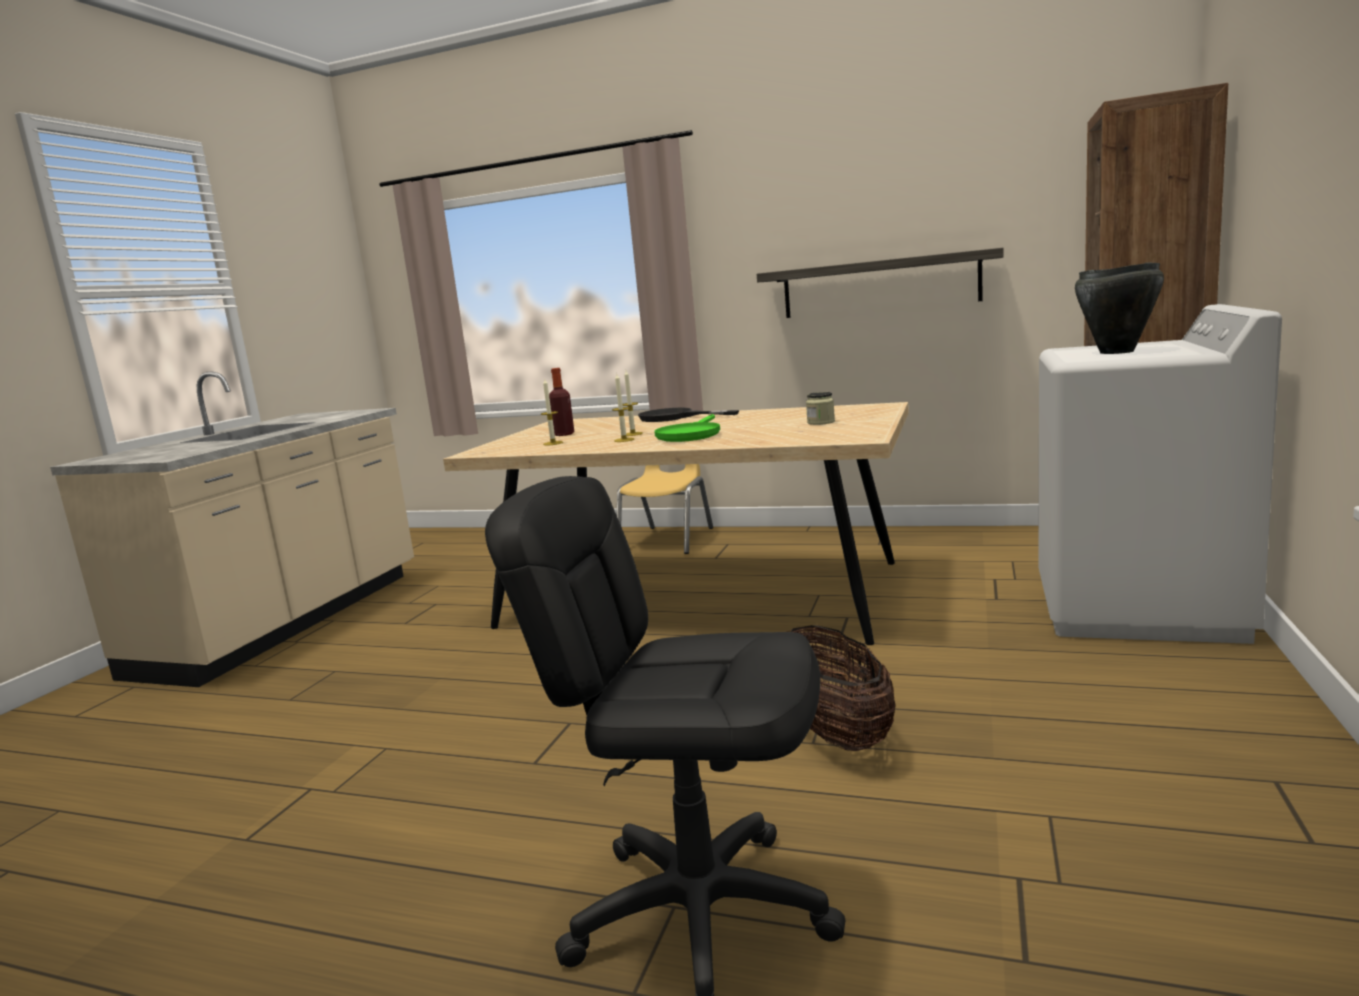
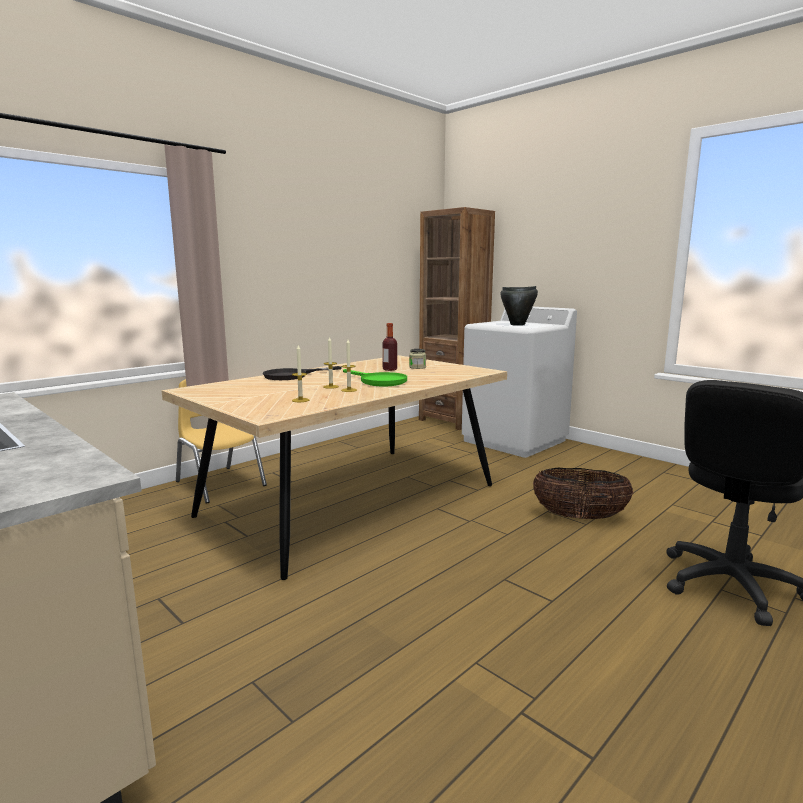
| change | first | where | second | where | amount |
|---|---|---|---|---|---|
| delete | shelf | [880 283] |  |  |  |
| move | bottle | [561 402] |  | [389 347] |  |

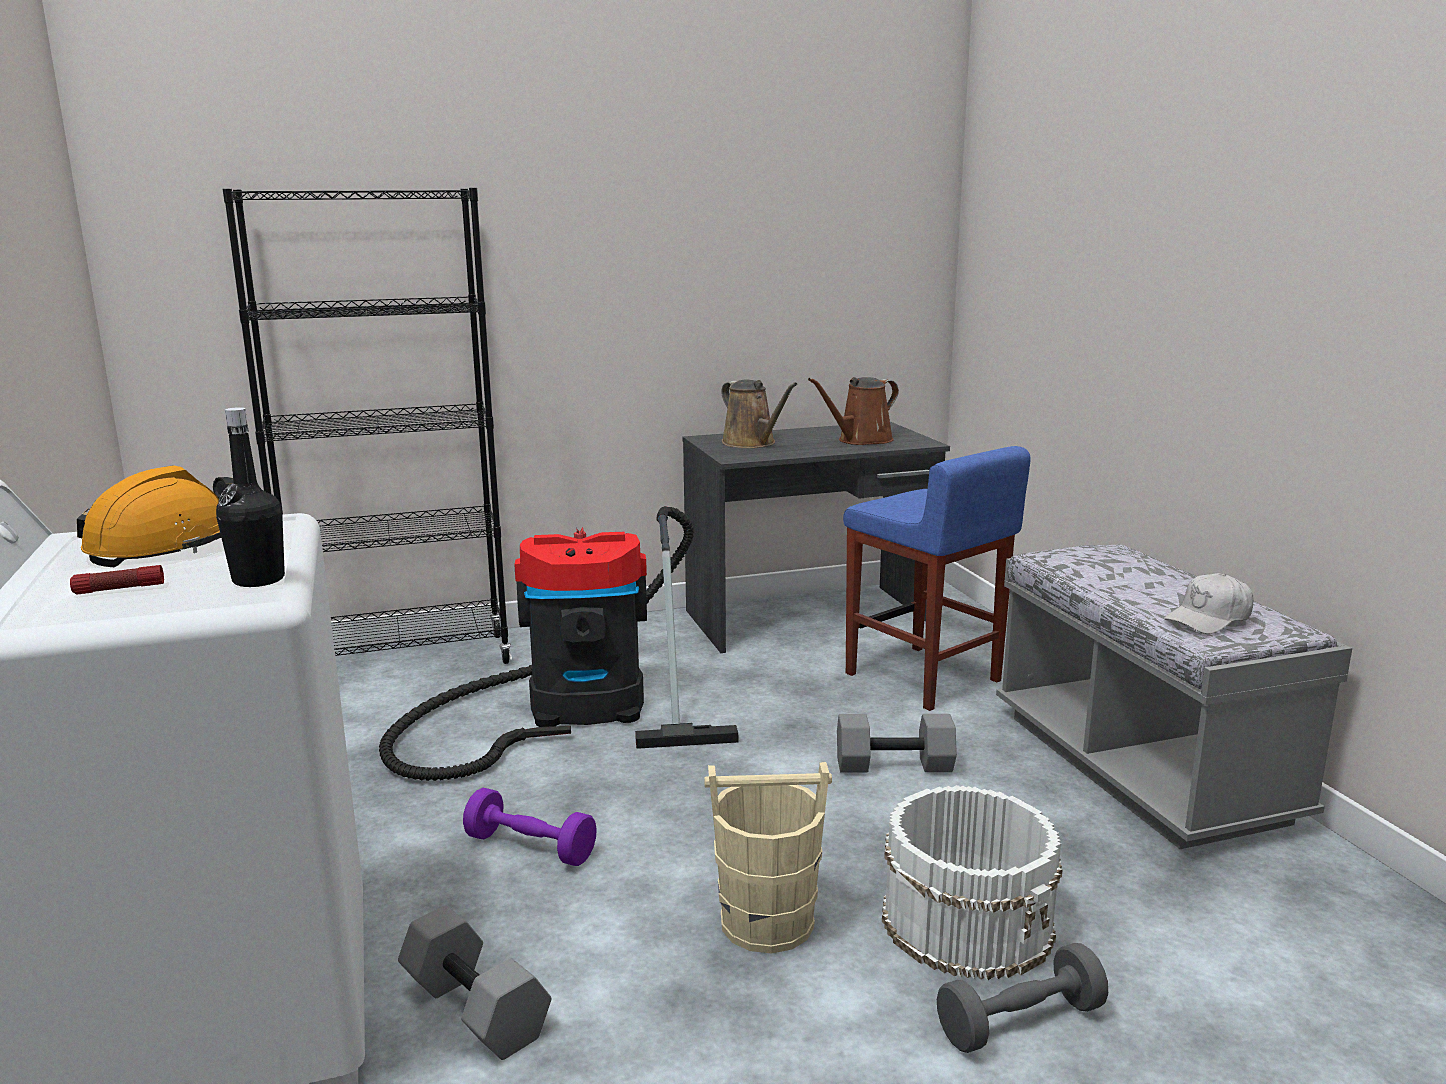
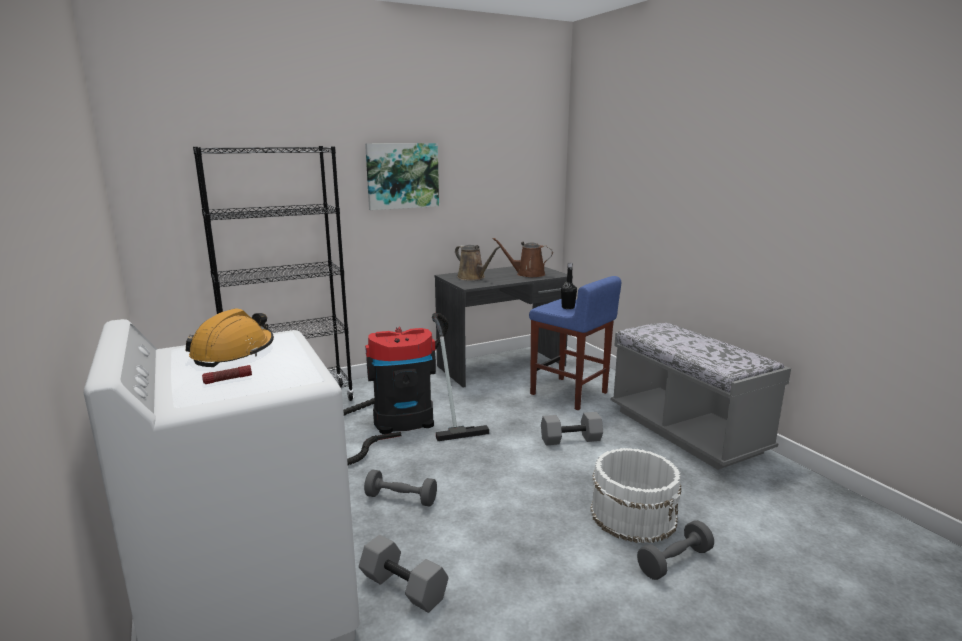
| change | first | where | second | where | amount |
|---|---|---|---|---|---|
| delete | beige bucket | [768 857] |  |  |  |
| delete | white cap | [1208 603] |  |  |  |
| insert |  |  | picture | [402 176] |  |
| move | black bottle | [250 497] |  | [569 286] |  |
| recolor | purple dumbbell | [530 827] | grey dumbbell | [400 487] |  |
| rotate | brown watering can | [853 411] |  | [522 257] | 60 degrees clockwise |

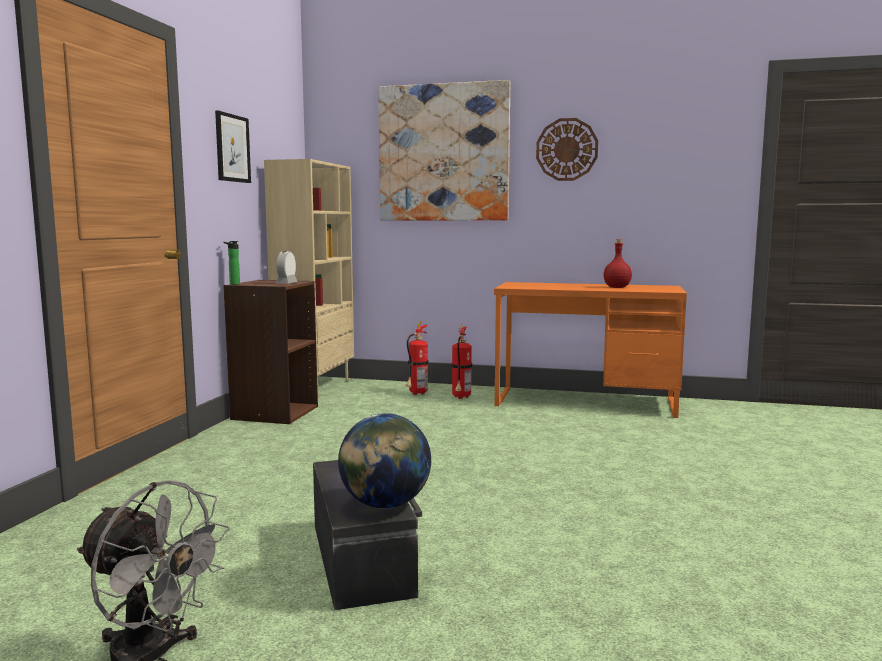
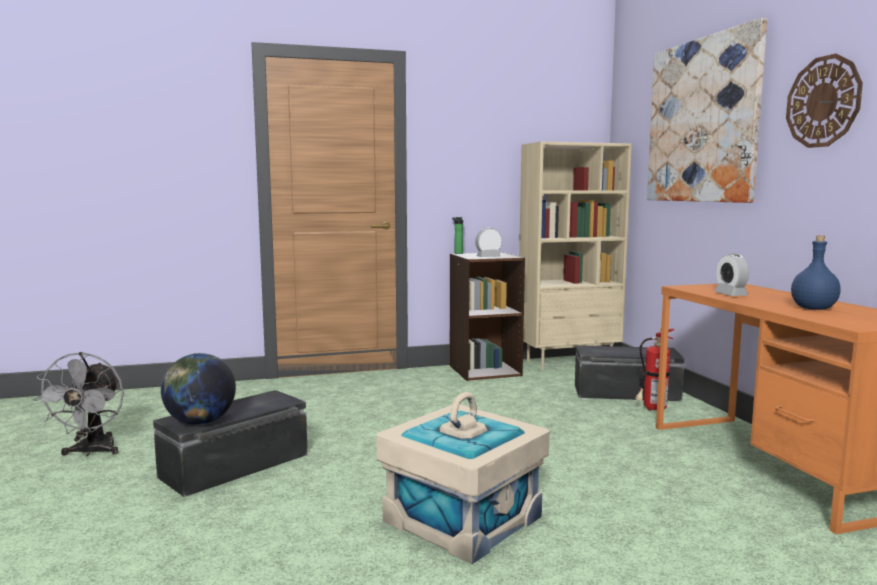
| change | first | where | second | where | amount |
|---|---|---|---|---|---|
| delete | picture | [233 147] |  |  |  |
| insert |  |  | beige storage box | [462 478] |  |
| insert |  |  | alarm clock | [731 275] |  |
| replace | fire extinguisher | [417 358] | black storage box | [630 373] |  |
| recolor | red bottle | [618 263] | blue bottle | [816 272] |  |

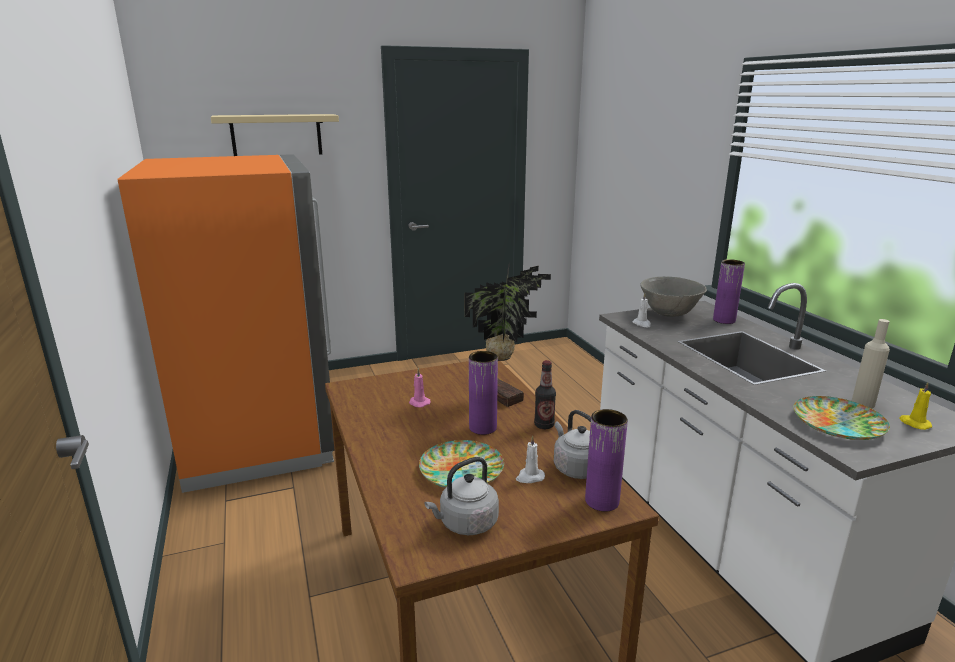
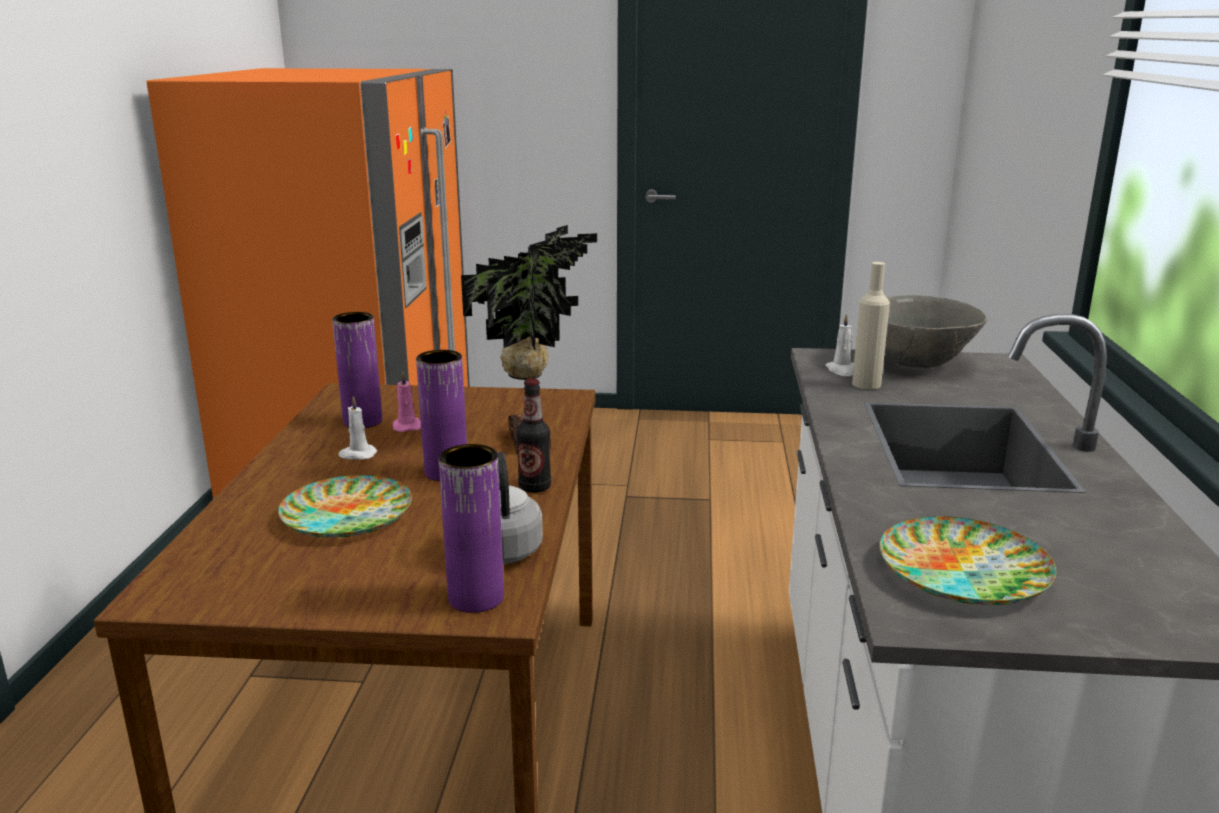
| change | first | where | second | where | amount |
|---|---|---|---|---|---|
| delete | beige shelf | [275 135] |  |  |  |
| delete | grey kettle | [462 496] |  |  |  |
| delete | yellow candle | [916 406] |  |  |  |
| move | white candle | [530 459] |  | [358 428] |  |
| move | purple vase | [729 291] |  | [357 370] |  |
| move | beige bottle | [871 364] |  | [871 325] |  |

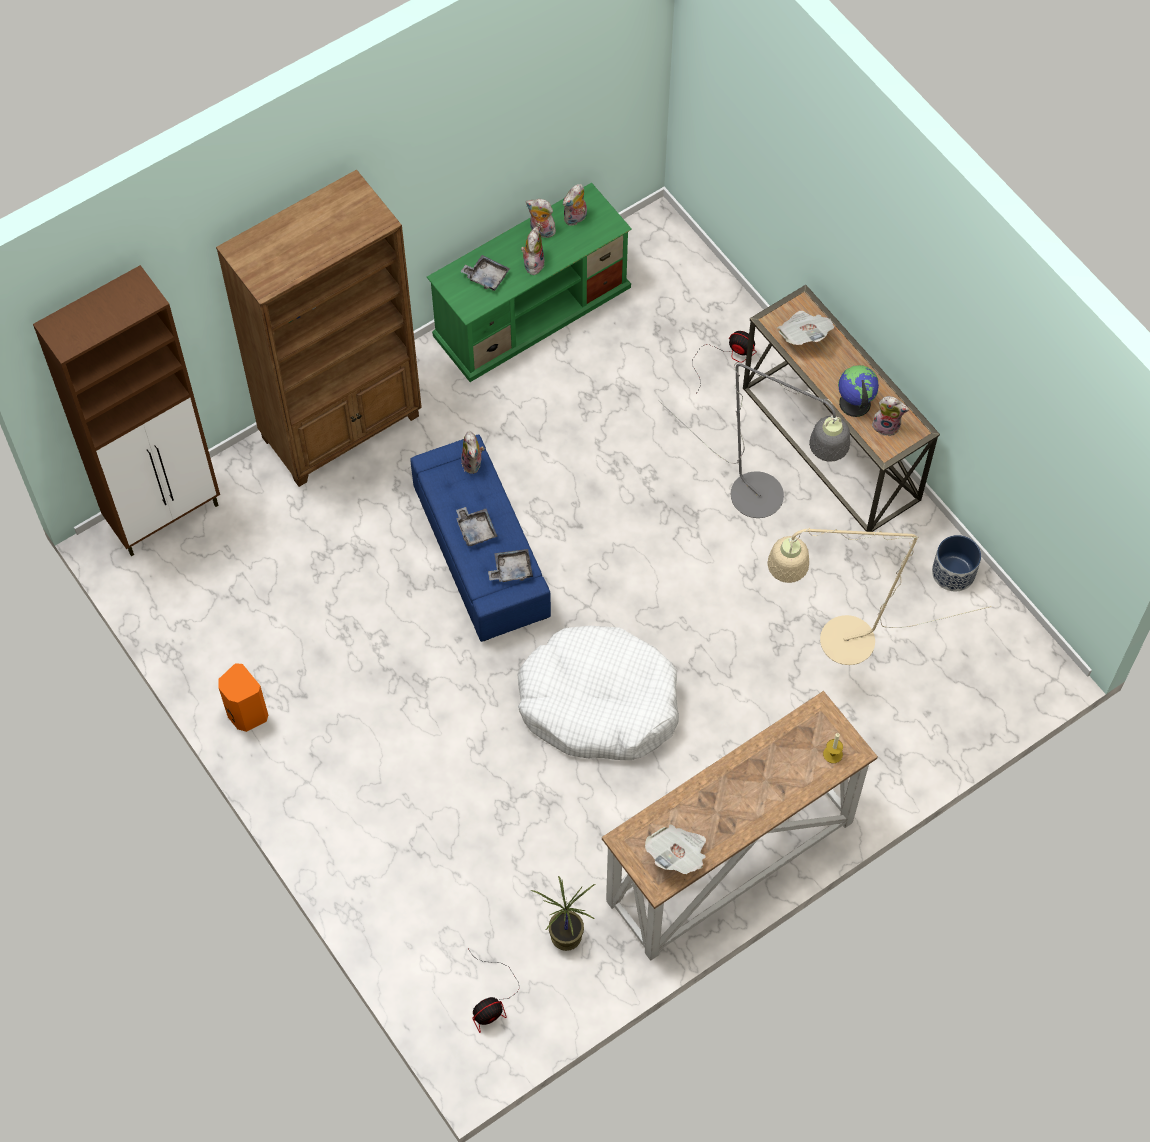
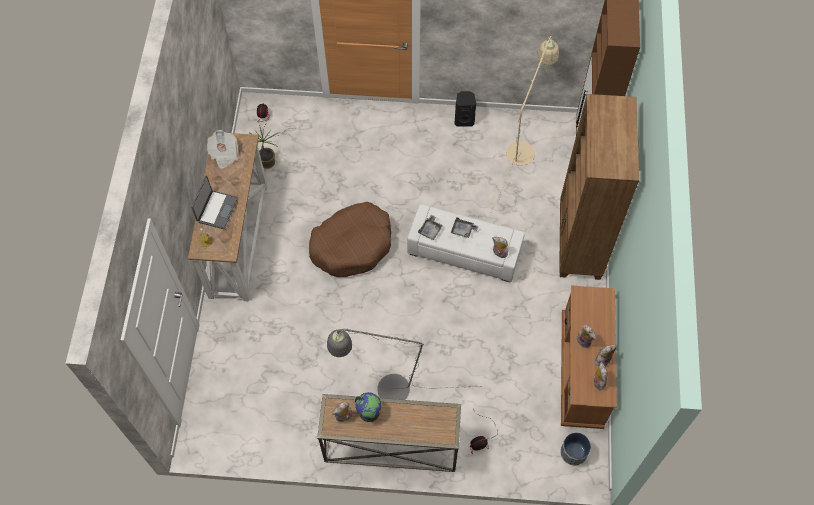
| change | first | where | second | where | amount |
|---|---|---|---|---|---|
| delete | grey tray | [485 273] |  |  |  |
| delete | newspaper | [805 327] |  |  |  |
| insert |  |  | laptop | [214 202] |  |
| move | beige floor lamp | [879 596] |  | [524 126] |  |
| move | planter | [956 563] |  | [575 449] |  |
| recolor | orange speaker | [243 698] | black speaker | [465 109] |  |
| recolor | blue ottoman | [480 538] | white ottoman | [466 243] |  |
| recolor | green tv stand | [529 282] | brown tv stand | [589 357] |  |
| recolor | white dog bed | [598 693] | brown dog bed | [350 239] |  |

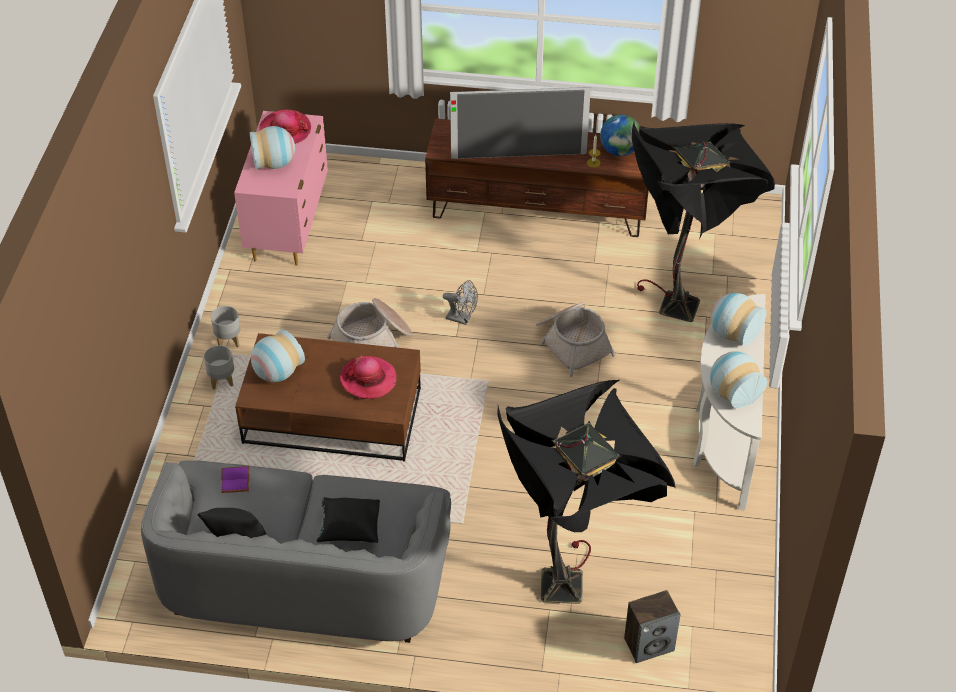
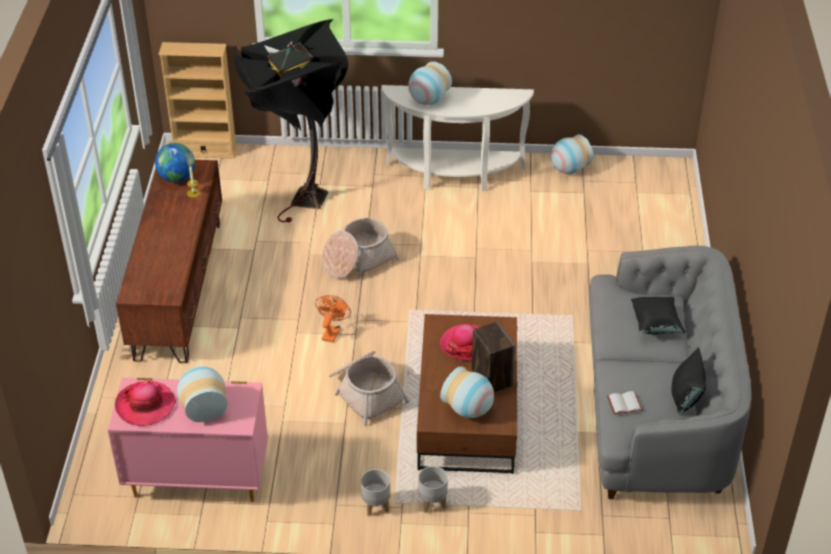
| change | first | where | second | where | amount |
|---|---|---|---|---|---|
| delete | television | [520 123] |  |  |  |
| delete | black floor lamp | [587 492] |  |  |  |
| insert |  |  | beige bookcase | [197 100] |  |
| move | speaker | [652 626] |  | [493 357] |  |
| move | vase | [738 379] |  | [572 154] |  |
| recolor | purple book | [235 479] | white book | [625 403] |  |
| recolor | grey fan | [460 302] | orange fan | [333 319] |  |

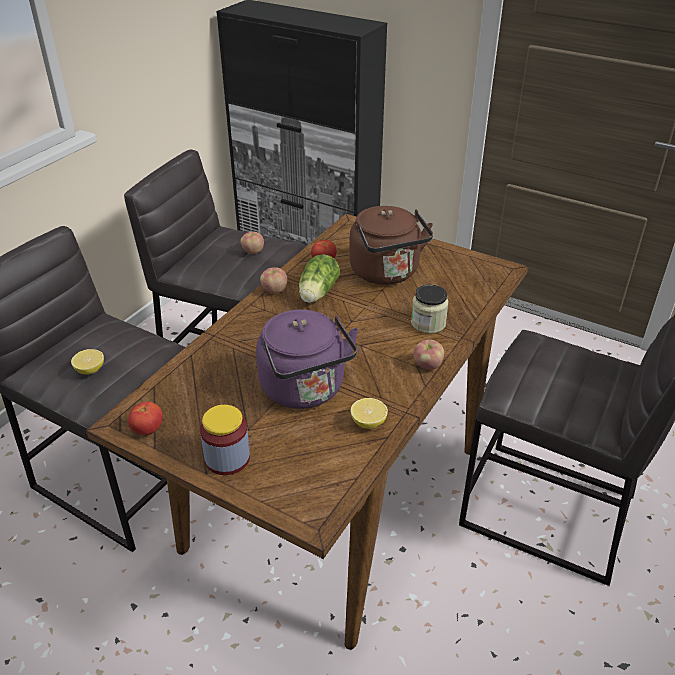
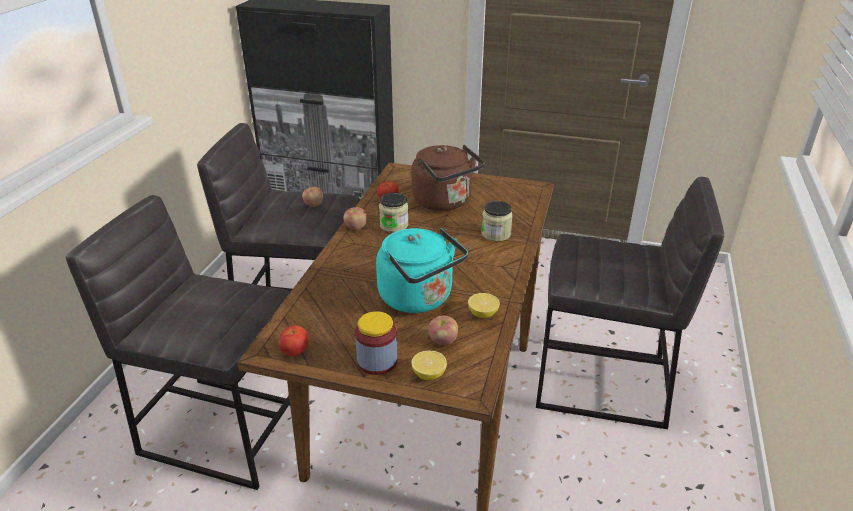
| change | first | where | second | where | amount |
|---|---|---|---|---|---|
| move | lemon | [87 362] |  | [429 365] |  |
| move | apple | [429 355] |  | [443 330] |  |
| replace | lettuce | [319 278] | jar | [393 212] |  |
| recolor | purple kettle | [307 359] | turquoise kettle | [422 270] |  |

